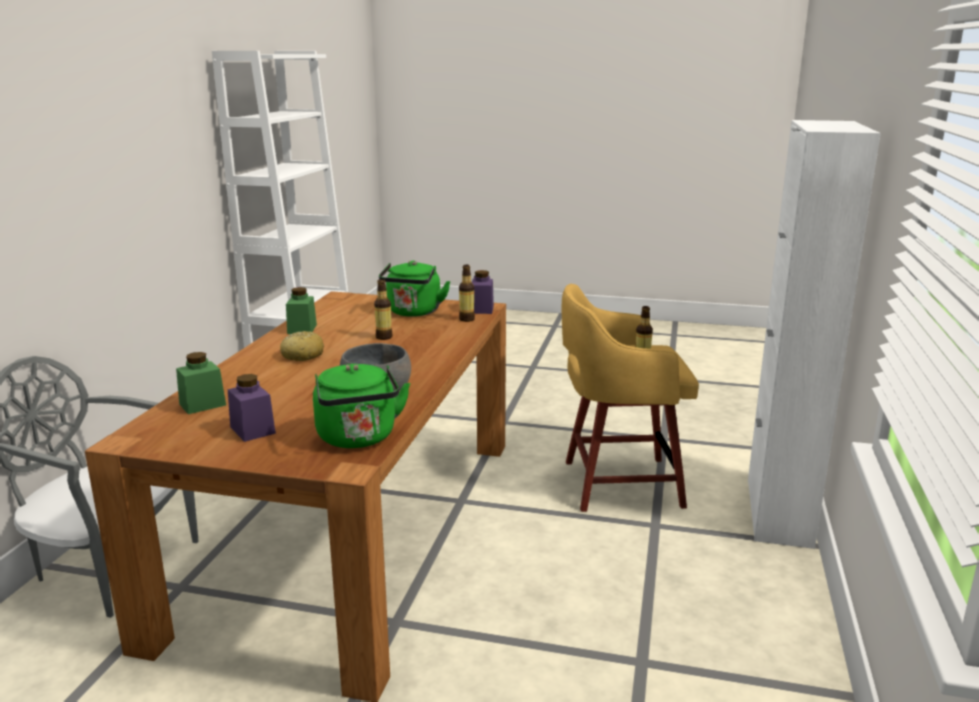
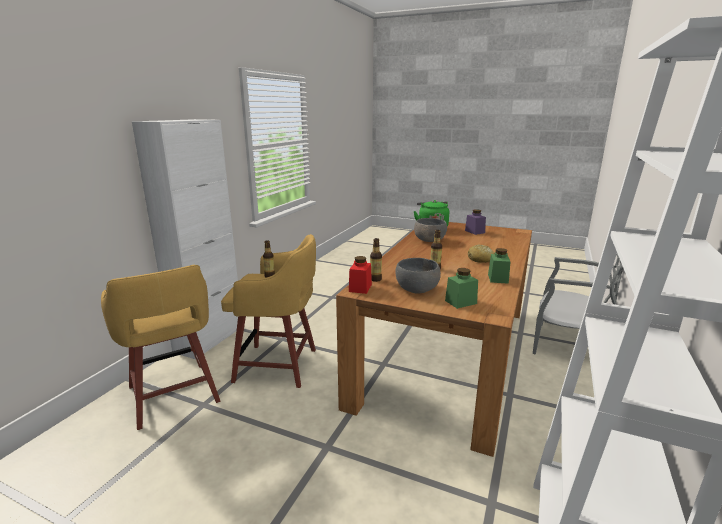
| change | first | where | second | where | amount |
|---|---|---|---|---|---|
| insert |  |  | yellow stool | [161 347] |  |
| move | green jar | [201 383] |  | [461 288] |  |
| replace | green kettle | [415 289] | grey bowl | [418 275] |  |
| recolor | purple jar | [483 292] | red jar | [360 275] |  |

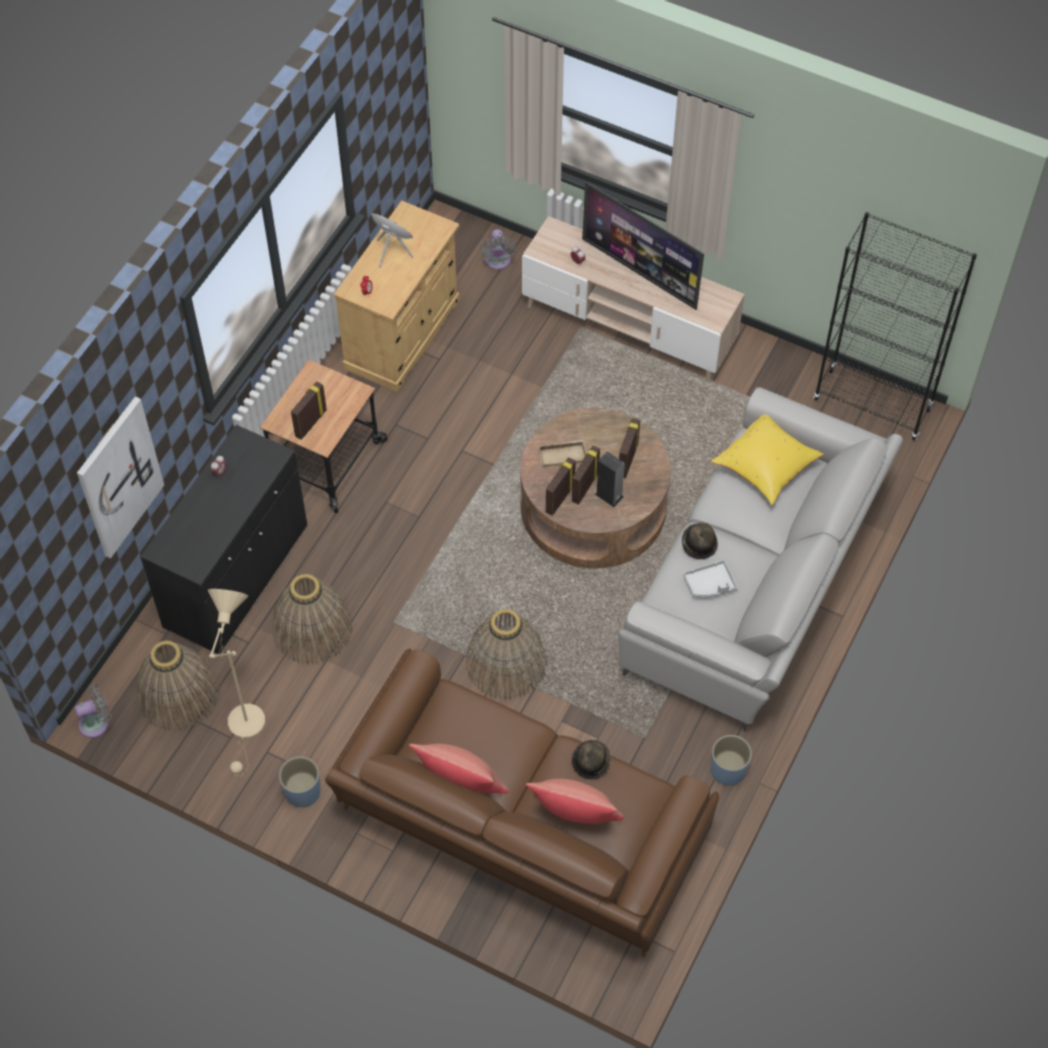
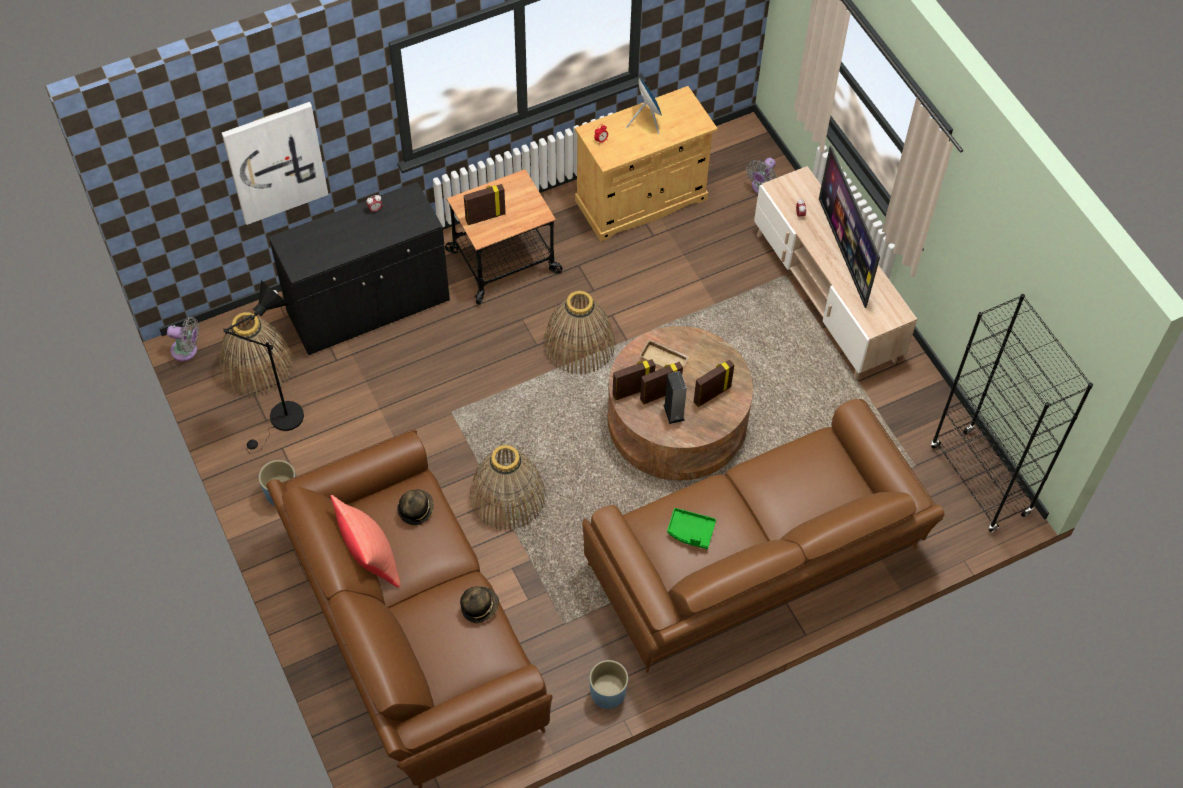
| change | first | where | second | where | amount |
|---|---|---|---|---|---|
| delete | red pillow | [575 801] |  |  |  |
| delete | yellow pillow | [767 460] |  |  |  |
| move | basket | [312 619] |  | [579 333] |  |
| move | hat | [700 541] |  | [415 507] |  |
| recolor | beige floor lamp | [236 682] | black floor lamp | [263 367] |  |
| recolor | grey sofa | [760 559] | brown sofa | [763 536] |  |
| recolor | grey tray | [710 579] | green tray | [691 528] |  |

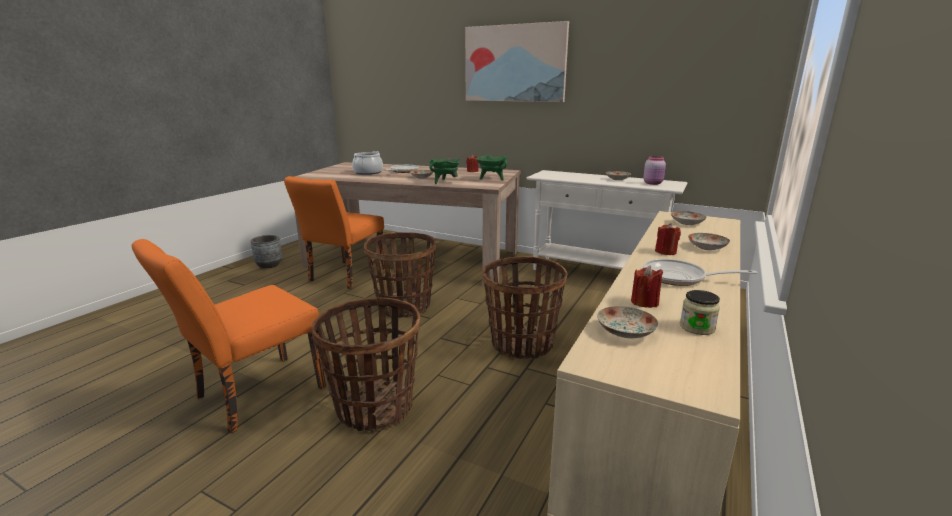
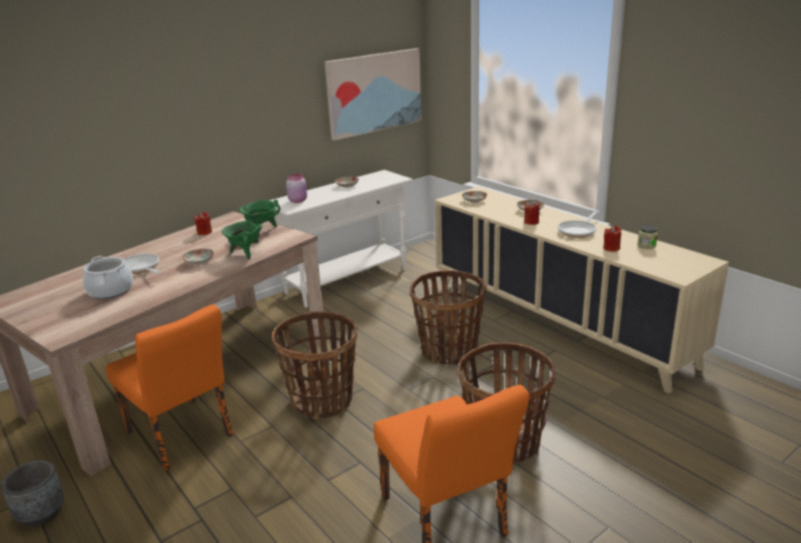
| change | first | where | second | where | amount |
|---|---|---|---|---|---|
| delete | plate | [628 322] |  |  |  |
| move | picture | [517 61] |  | [373 94] |  |
| move | pink jar | [654 170] |  | [296 188] |  |

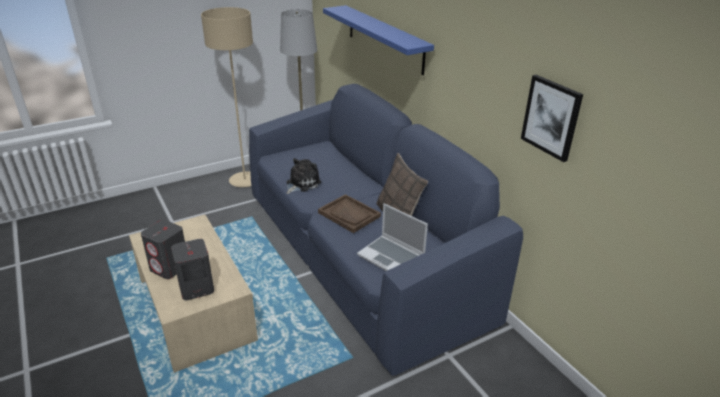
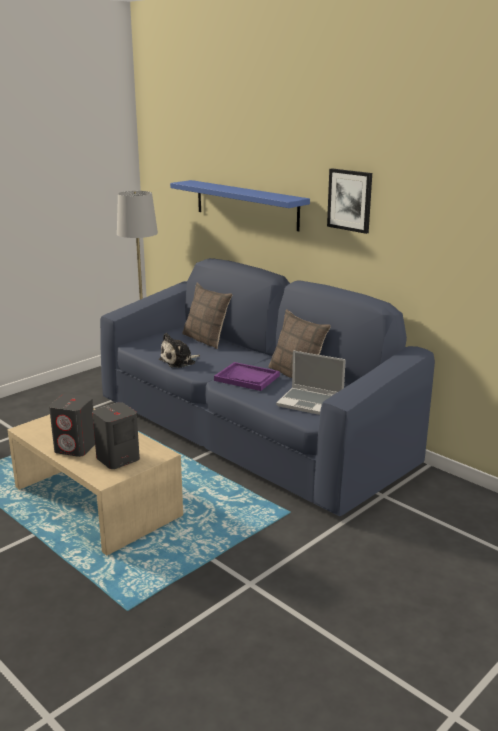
| change | first | where | second | where | amount |
|---|---|---|---|---|---|
| delete | beige floor lamp | [227 97] |  |  |  |
| insert |  |  | pillow | [207 316] |  |
| move | picture | [552 118] |  | [349 201] |  |
| recolor | brown tray | [349 213] | purple tray | [247 376] |  |
| rotate | plush toy | [303 176] |  | [179 350] | 150 degrees counterclockwise |

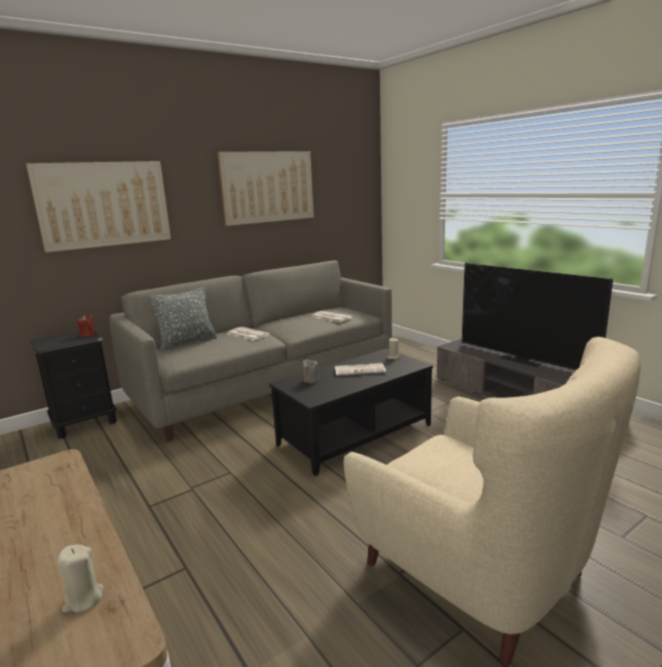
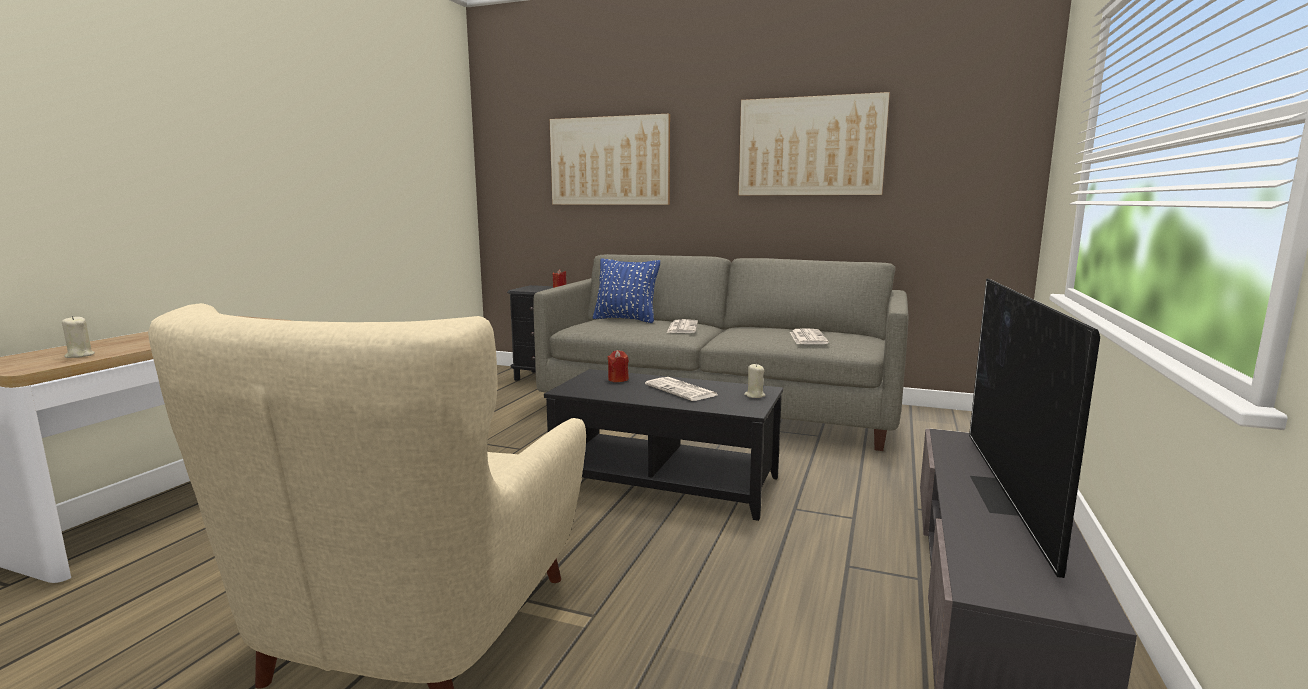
| change | first | where | second | where | amount |
|---|---|---|---|---|---|
| recolor | grey pillow | [183 318] | blue pillow | [626 290] |  |
| recolor | grey candle | [311 371] | red candle | [618 366] |  |

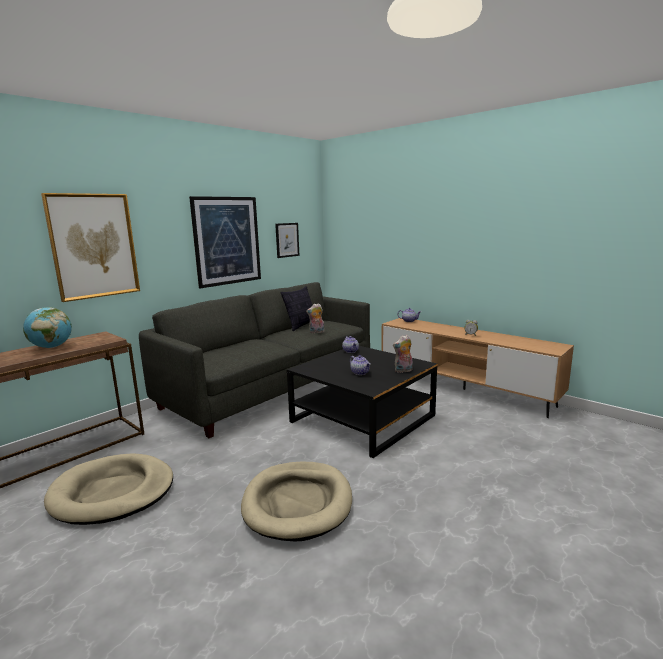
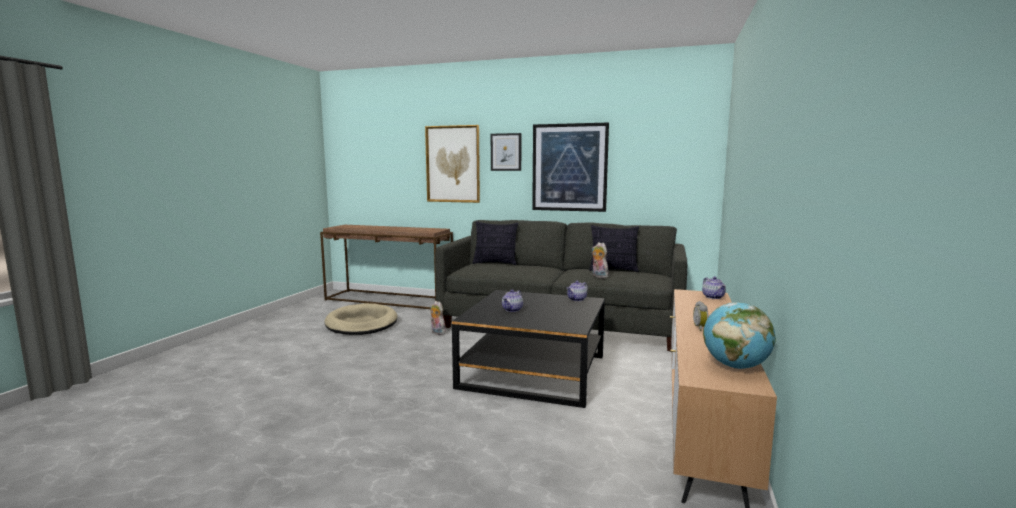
| change | first | where | second | where | amount |
|---|---|---|---|---|---|
| delete | beige dog bed | [296 501] |  |  |  |
| insert |  |  | pillow | [495 243] |  |
| move | globe | [47 327] |  | [739 335] |  |
| move | picture | [287 240] |  | [506 152] |  |
| move | plush toy | [403 354] |  | [438 318] |  |

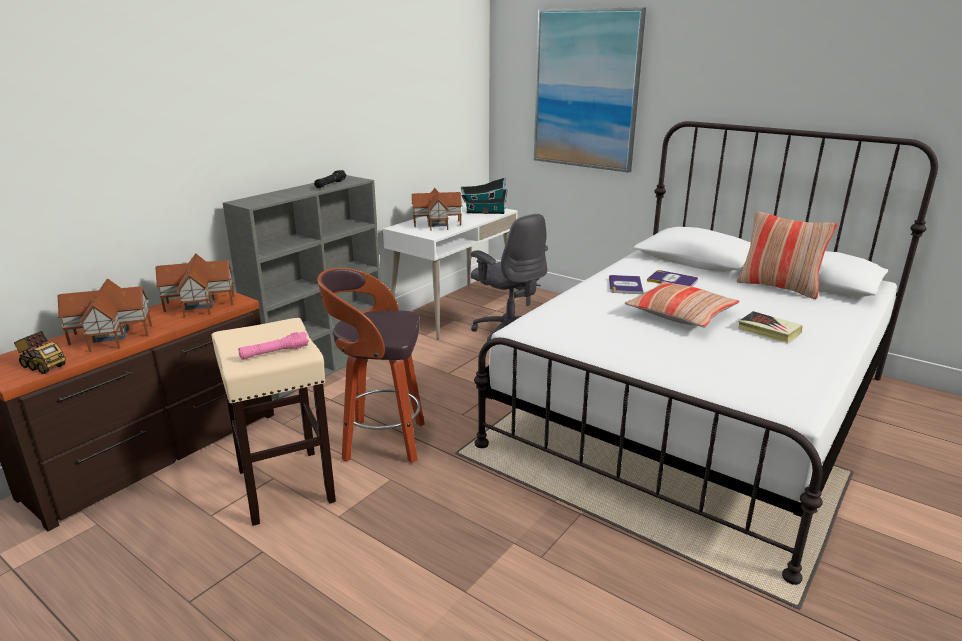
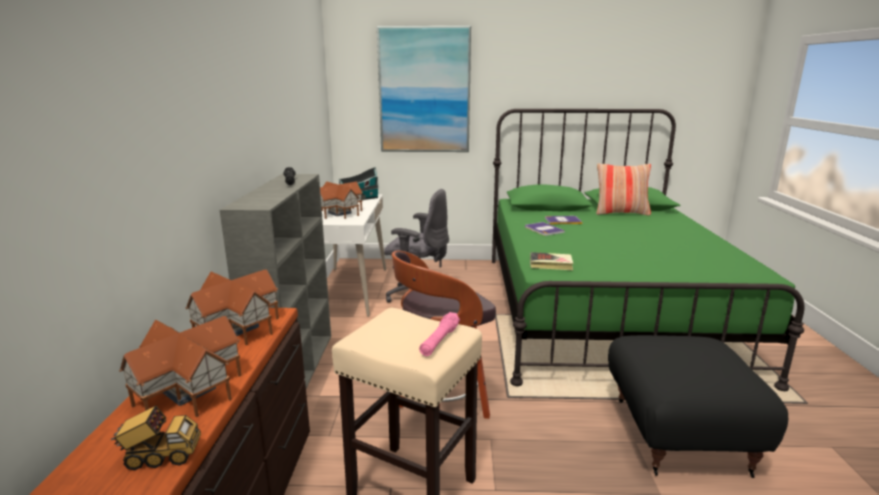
| change | first | where | second | where | amount |
|---|---|---|---|---|---|
| delete | pillow | [682 304] |  |  |  |
| insert |  |  | black ottoman | [698 406] |  |
| move | book | [770 327] |  | [551 261] |  |
| recolor | white bed | [706 353] | green bed | [648 250] |  |

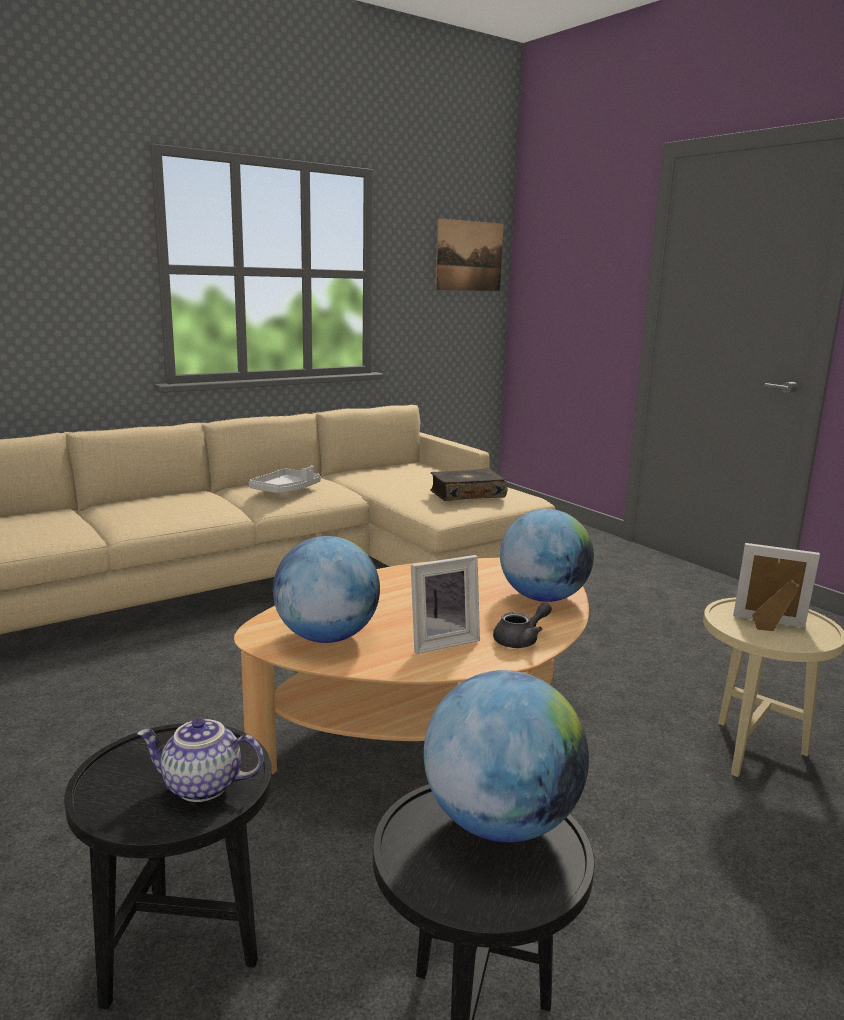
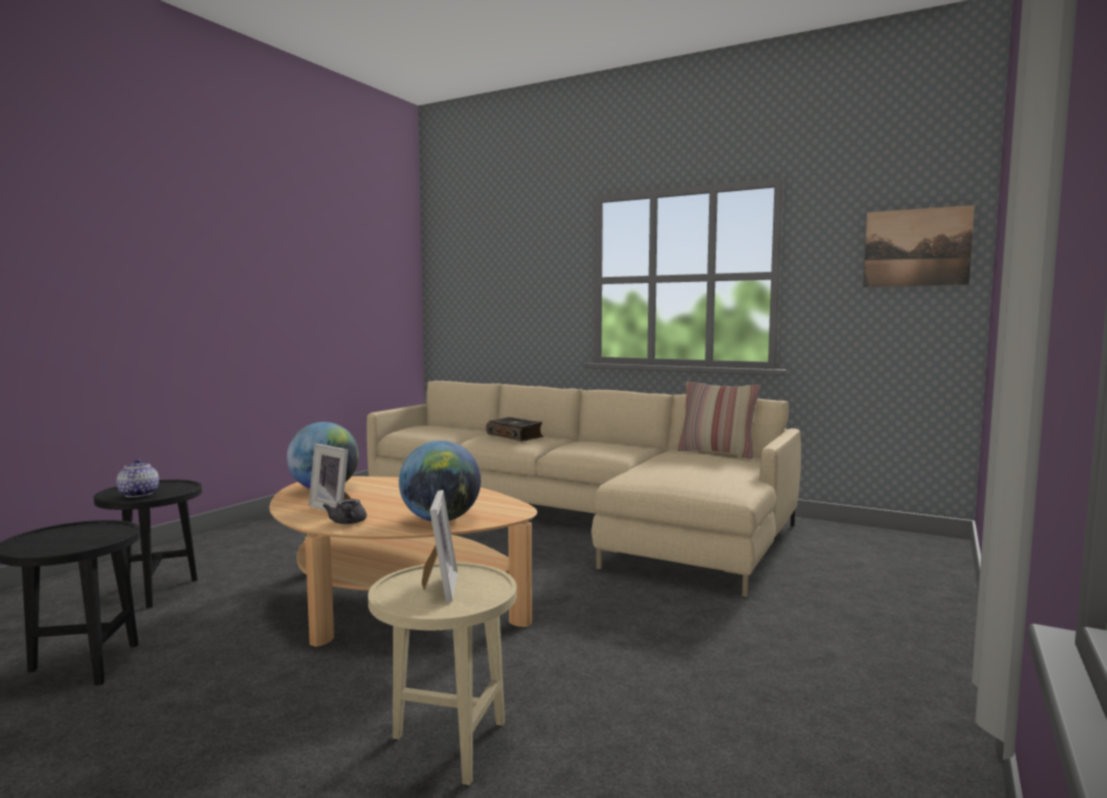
| change | first | where | second | where | amount |
|---|---|---|---|---|---|
| delete | grey tray | [285 479] |  |  |  |
| delete | globe | [506 756] |  |  |  |
| insert |  |  | pillow | [719 420] |  |
| move | book | [469 484] |  | [514 429] |  |
| rotate | grey teapot | [522 625] |  | [345 511] | 45 degrees clockwise |

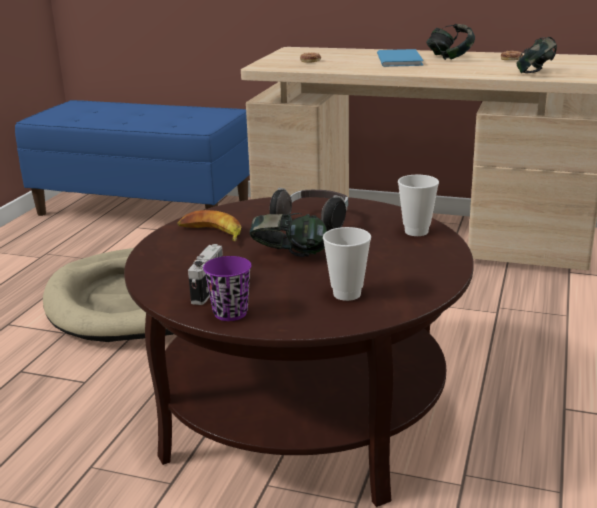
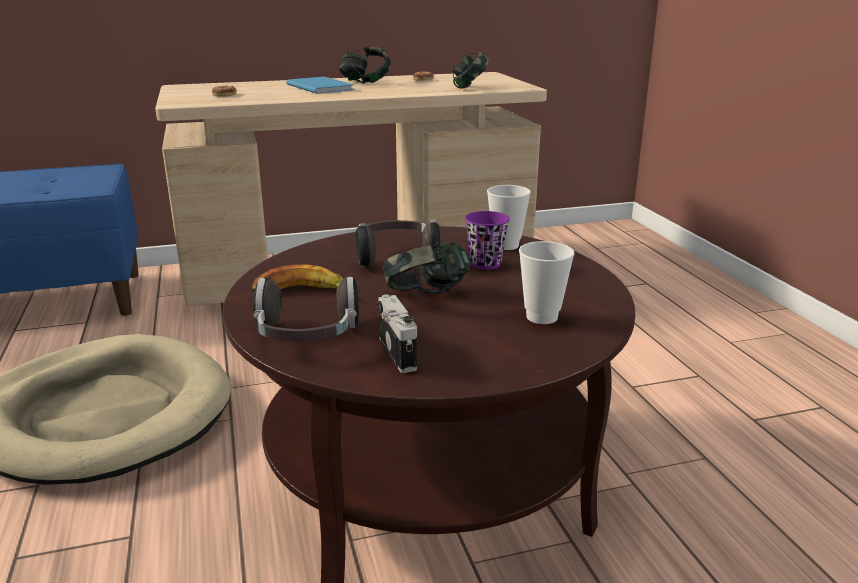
| change | first | where | second | where | amount |
|---|---|---|---|---|---|
| insert |  |  | headphones | [306 309] |  |
| move | purple cup | [227 288] |  | [487 240] |  |

